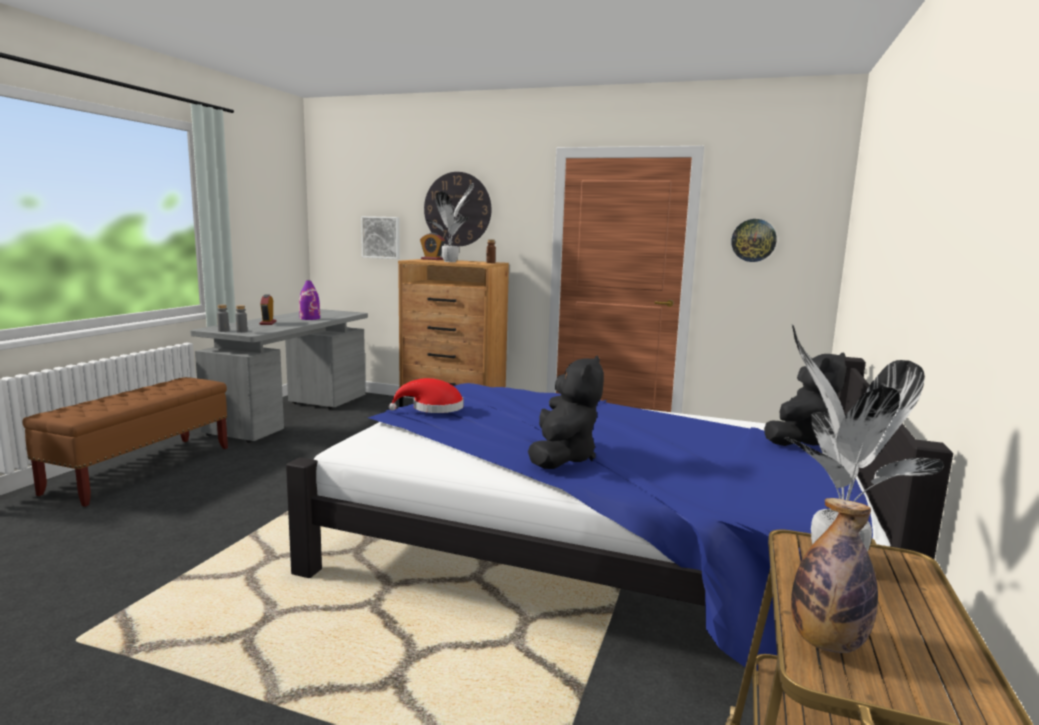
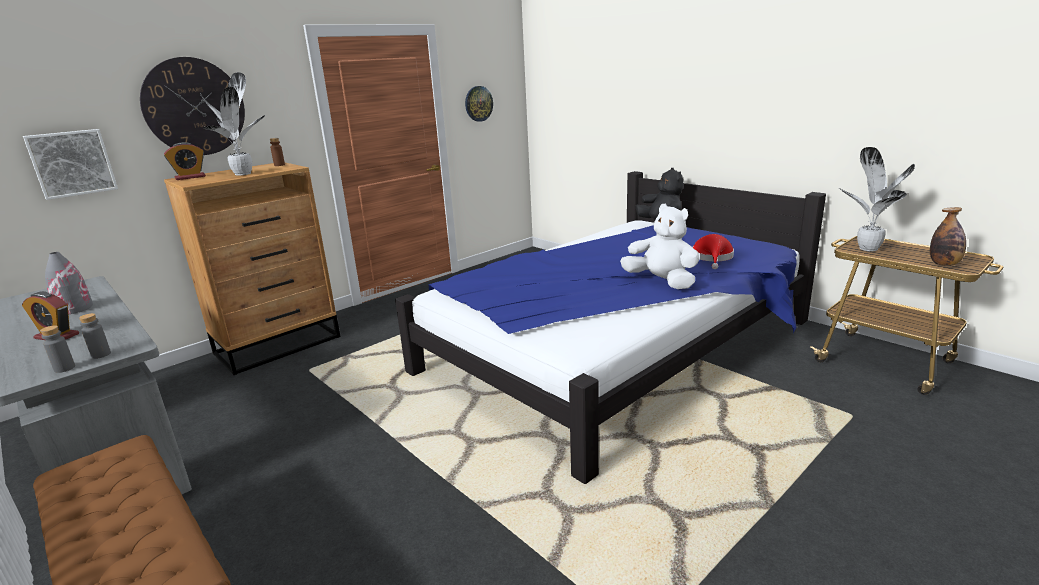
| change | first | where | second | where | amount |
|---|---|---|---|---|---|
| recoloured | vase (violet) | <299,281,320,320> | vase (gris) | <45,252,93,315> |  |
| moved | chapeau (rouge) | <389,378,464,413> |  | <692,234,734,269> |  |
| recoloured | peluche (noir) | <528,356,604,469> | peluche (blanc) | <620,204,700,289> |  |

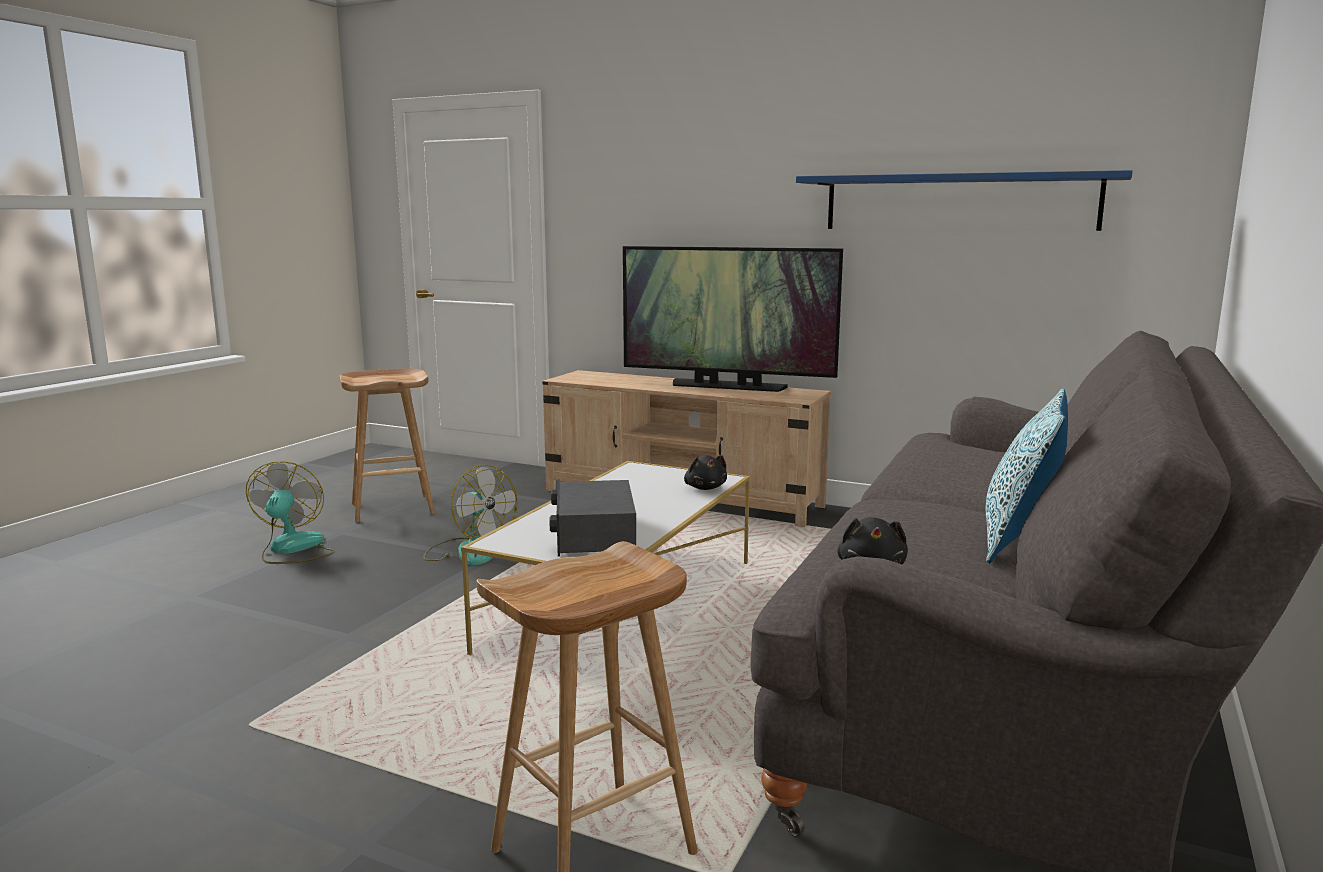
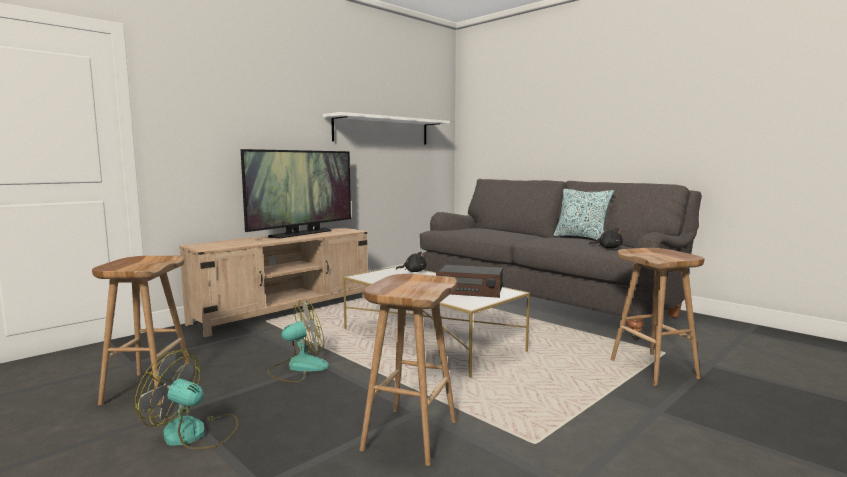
| change | first | where | second | where | amount |
|---|---|---|---|---|---|
| recoloured | étagère (bleu) | <796,170,1133,231> | étagère (blanc) | <323,112,450,145> |  |
| added |  |  | tabouret (marron) | <360,274,457,466> |  |

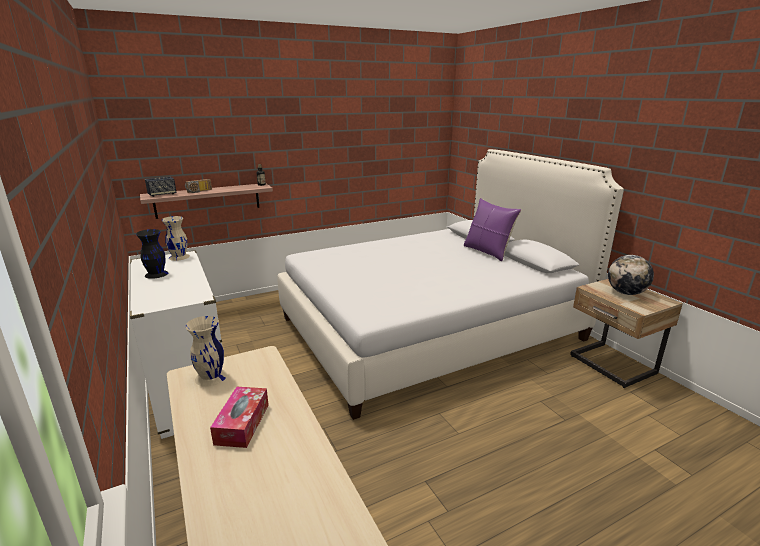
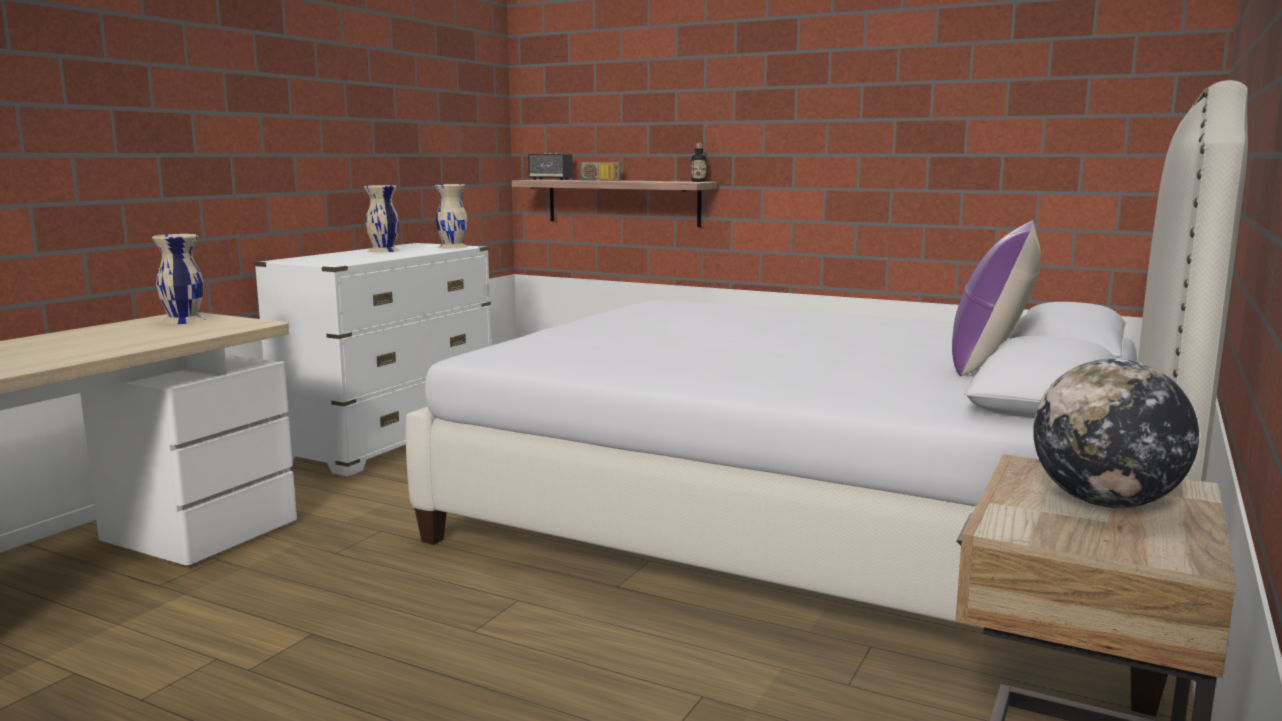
| change | first | where | second | where | amount |
|---|---|---|---|---|---|
| recoloured | vase (noir) | <136,229,168,279> | vase (beige) | <364,185,400,252> |  |
| removed | boîte à mouchoirs | <210,387,269,448> |  |  |  |

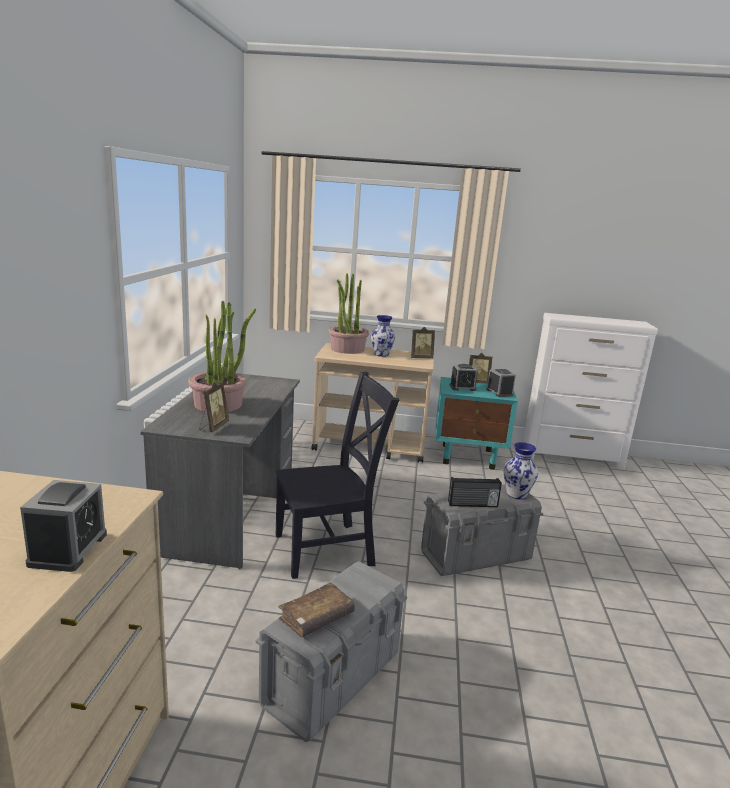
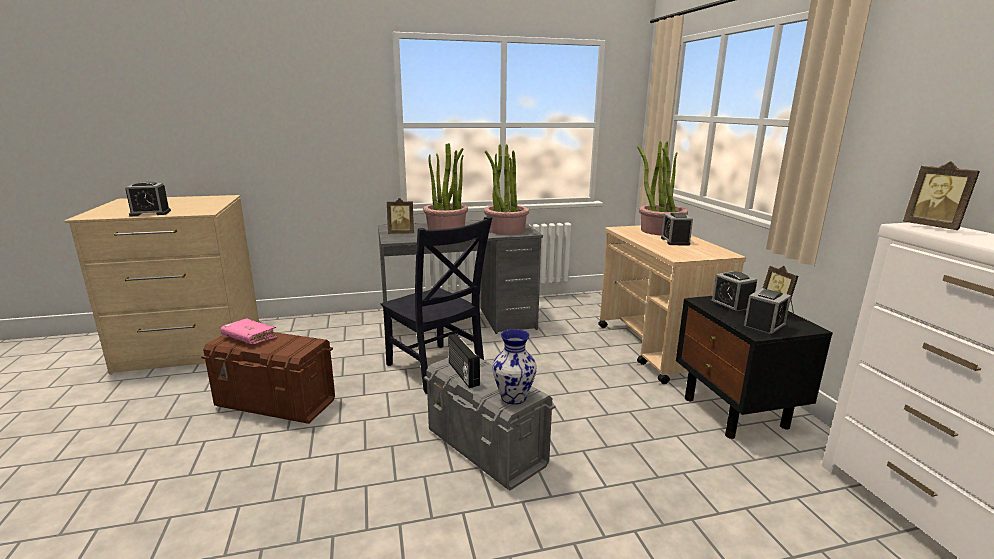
| change | first | where | second | where | amount |
|---|---|---|---|---|---|
| recoloured | boîte de rangement (gris) | <255,561,407,742> | boîte de rangement (marron) | <201,332,335,424> |  |
| recoloured | livre (marron) | <278,582,355,638> | livre (rose) | <221,319,277,344> |  |
| replaced | vase | <371,315,395,357> | réveil | <661,213,693,245> |  |
| moved | cadre photo | <411,327,435,358> |  | <903,161,980,230> |  |
| recoloured | table de chevet (turquoise) | <436,377,518,470> | table de chevet (noir) | <676,296,833,439> |  |
| added |  |  | plante en pot | <484,144,529,235> |  |

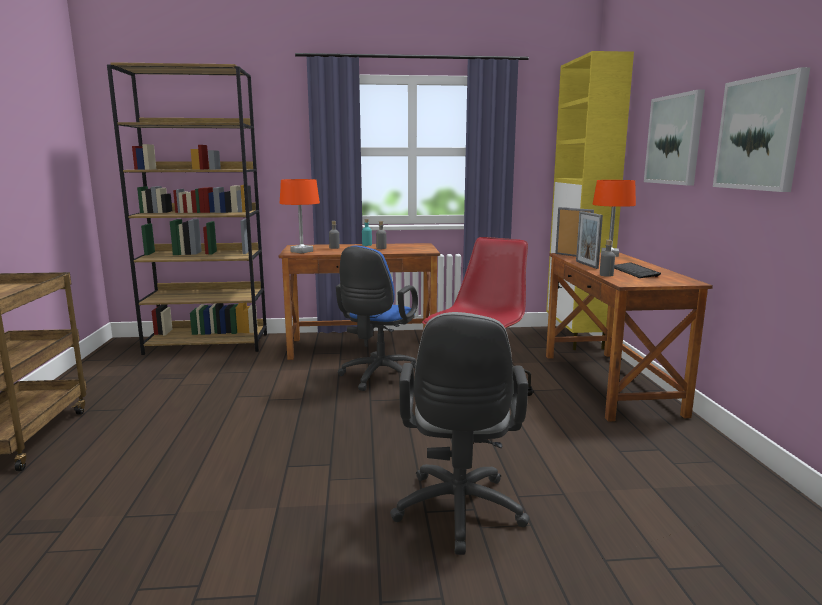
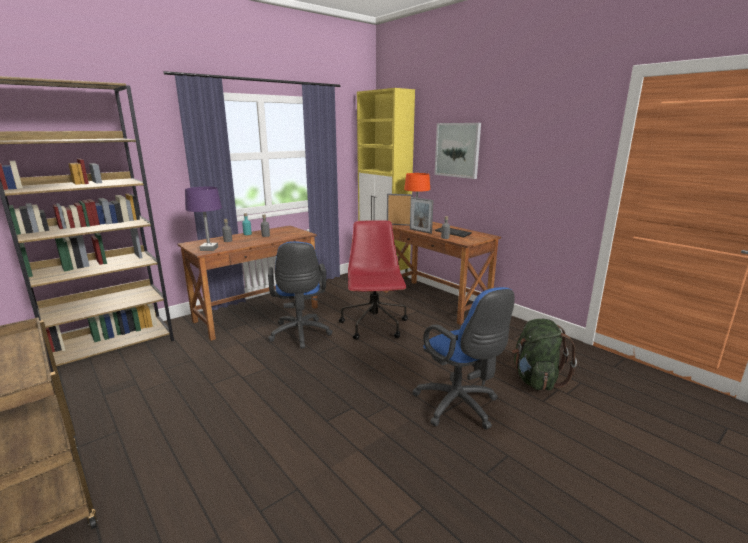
| change | first | where | second | where | amount |
|---|---|---|---|---|---|
| recoloured | lampe de table (orange) | <280,179,320,253> | lampe de table (violet) | <185,187,222,251> |  |
| recoloured | chaise de bureau (gris) | <390,312,530,555> | chaise de bureau (bleu) | <412,287,515,430> |  |
| removed | tableau | <713,67,810,192> |  |  |  |
| added |  |  | sac à dos (vert) | <512,319,577,391> |  |

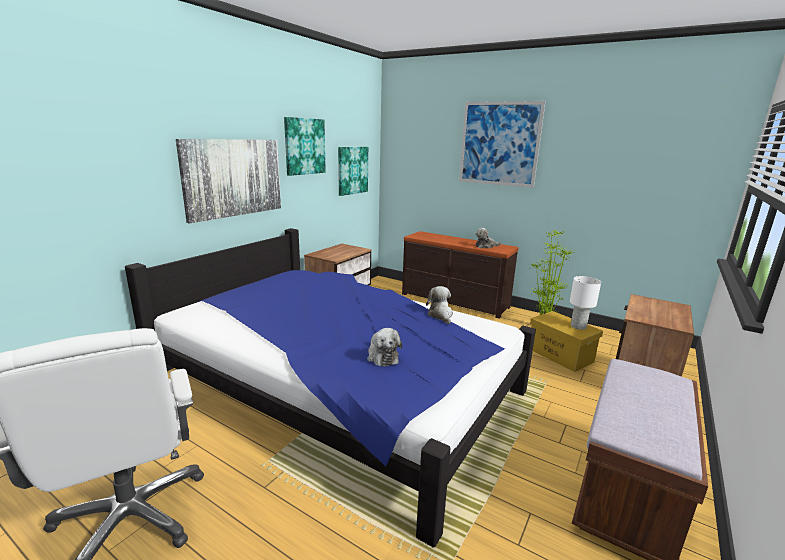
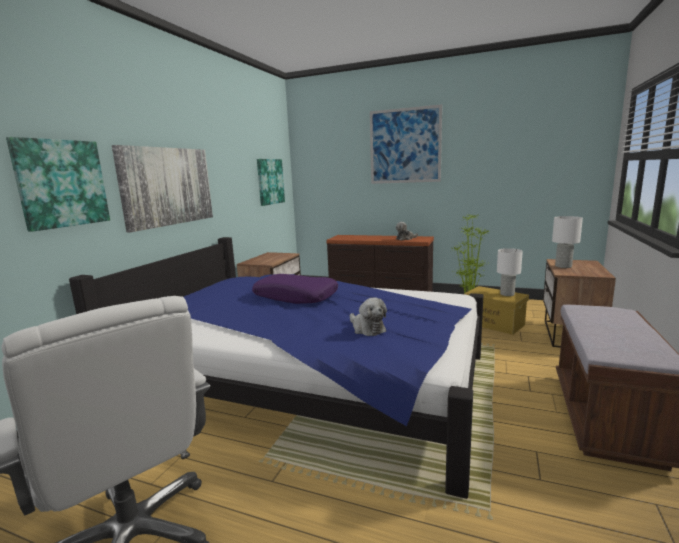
| change | first | where | second | where | amount |
|---|---|---|---|---|---|
| moved | tableau | <284,117,326,176> |  | <6,137,110,232> |  |
| removed | peluche | <426,286,453,324> |  |  |  |
| added |  |  | coussin (violet) | <252,274,338,304> |  |
| added |  |  | lampe de table (blanc) | <552,216,583,268> |  |

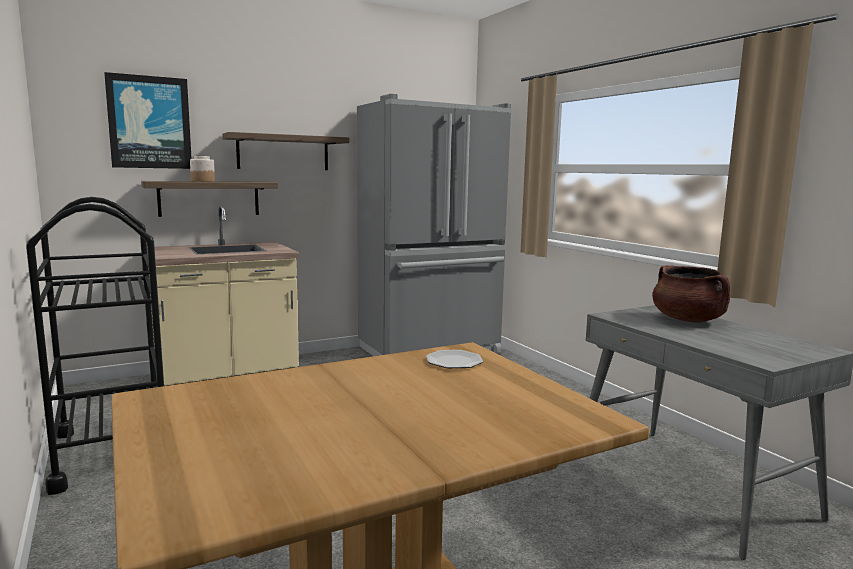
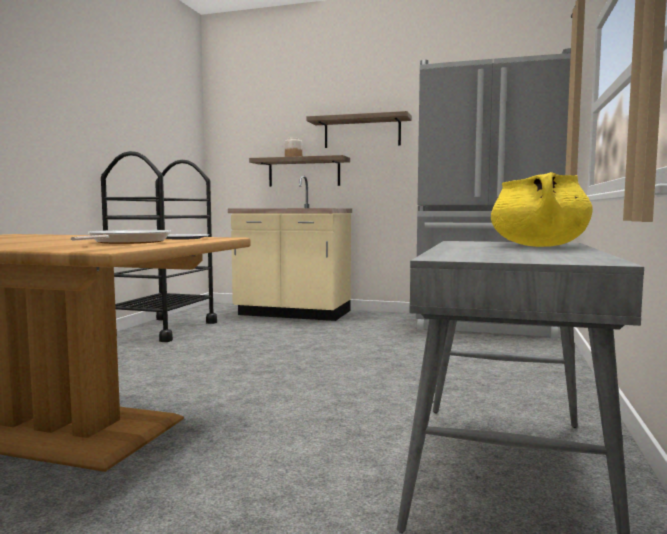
| change | first | where | second | where | amount |
|---|---|---|---|---|---|
| removed | tableau | <104,72,192,169> |  |  |  |
| recoloured | marmite (marron) | <652,265,730,323> | marmite (jaune) | <491,172,593,247> |  |
| added |  |  | poêle | <71,230,171,244> |  |

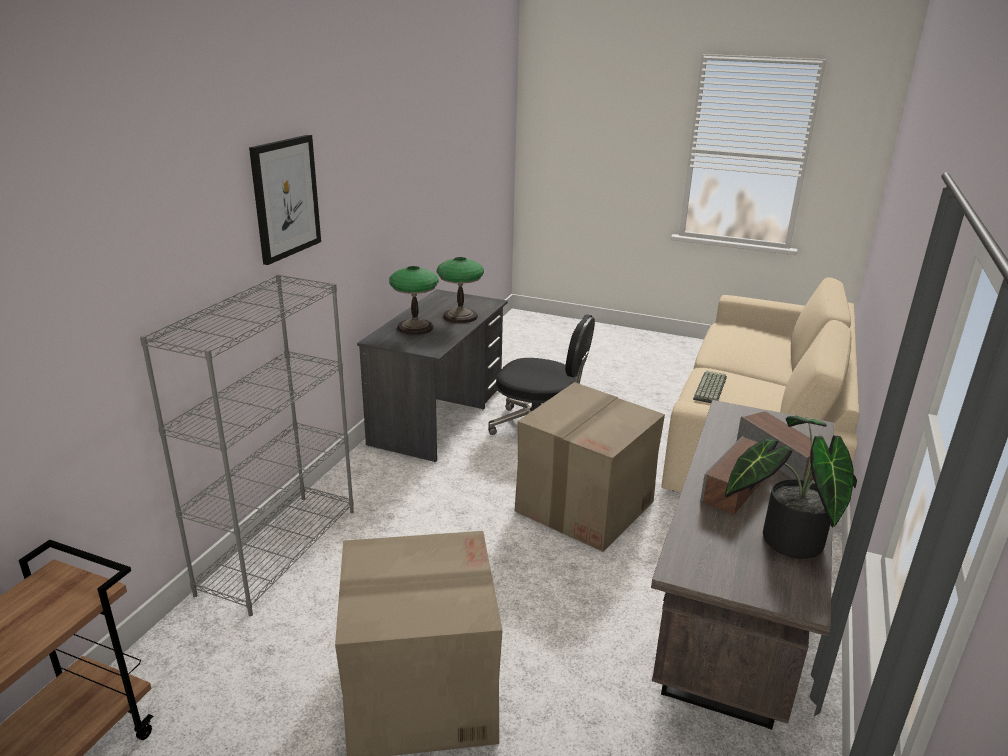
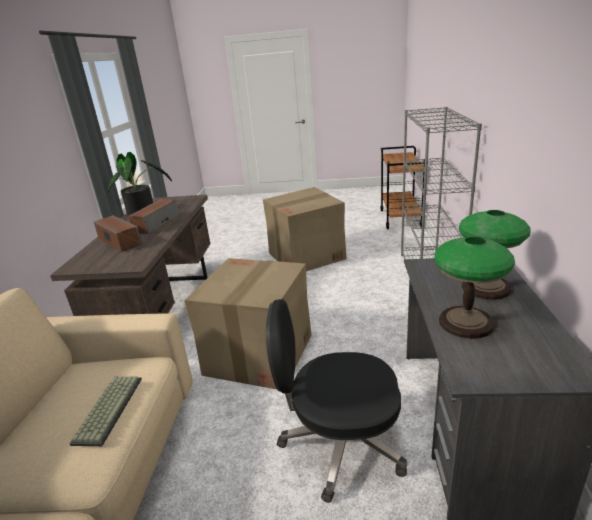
| change | first | where | second | where | amount |
|---|---|---|---|---|---|
| removed | tableau | <249,135,321,265> |  |  |  |

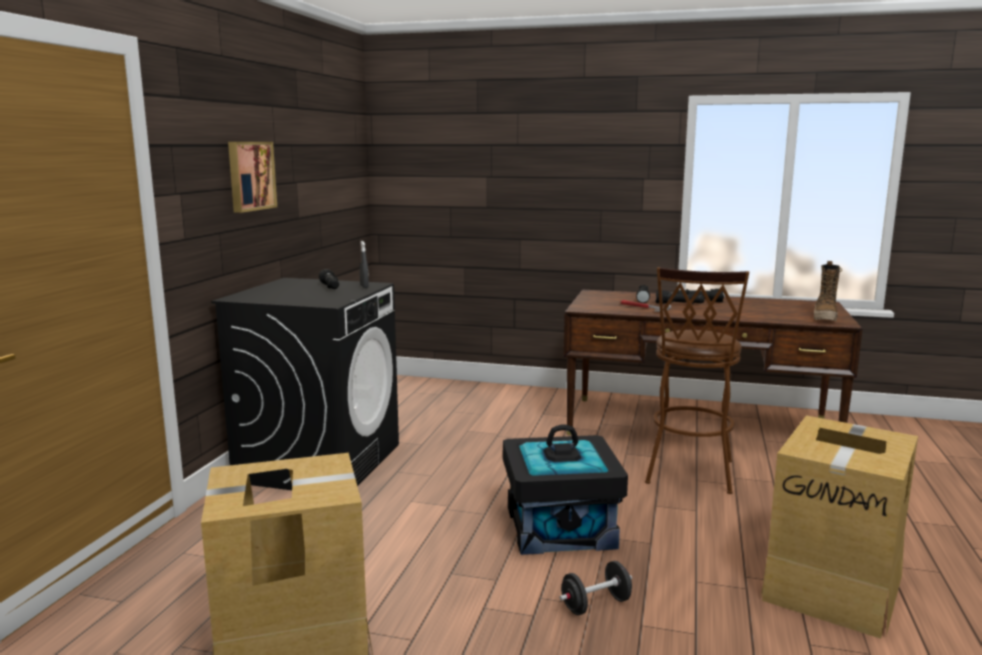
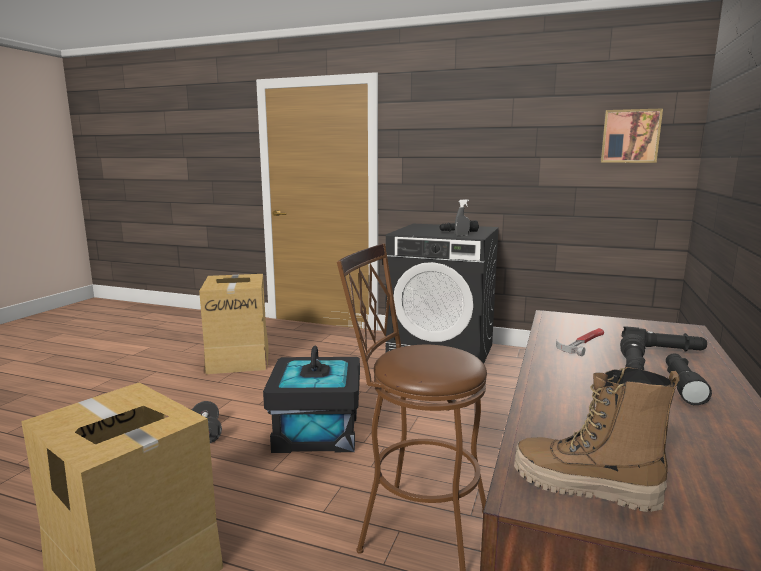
| change | first | where | second | where | amount |
|---|---|---|---|---|---|
| moved | tableau | <228,142,277,213> |  | <601,108,663,163> |  |

